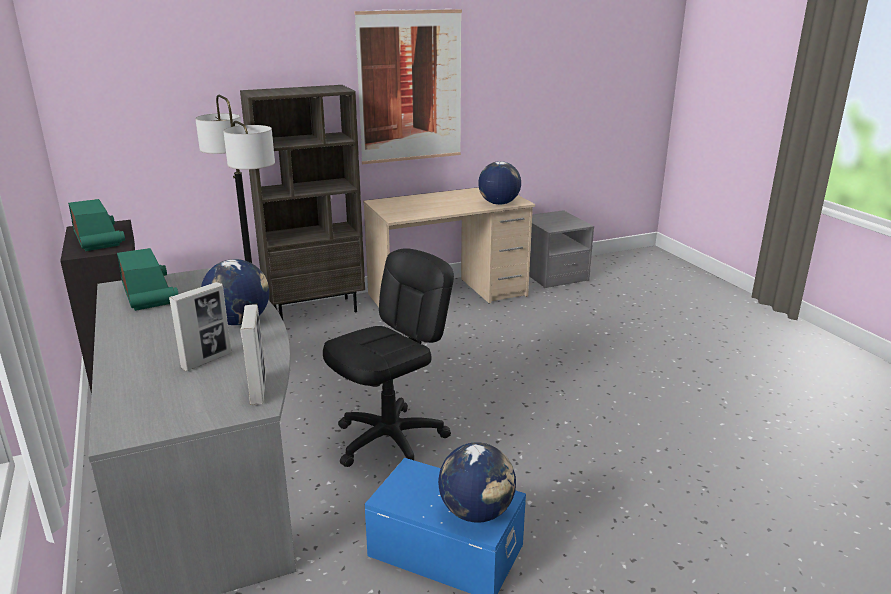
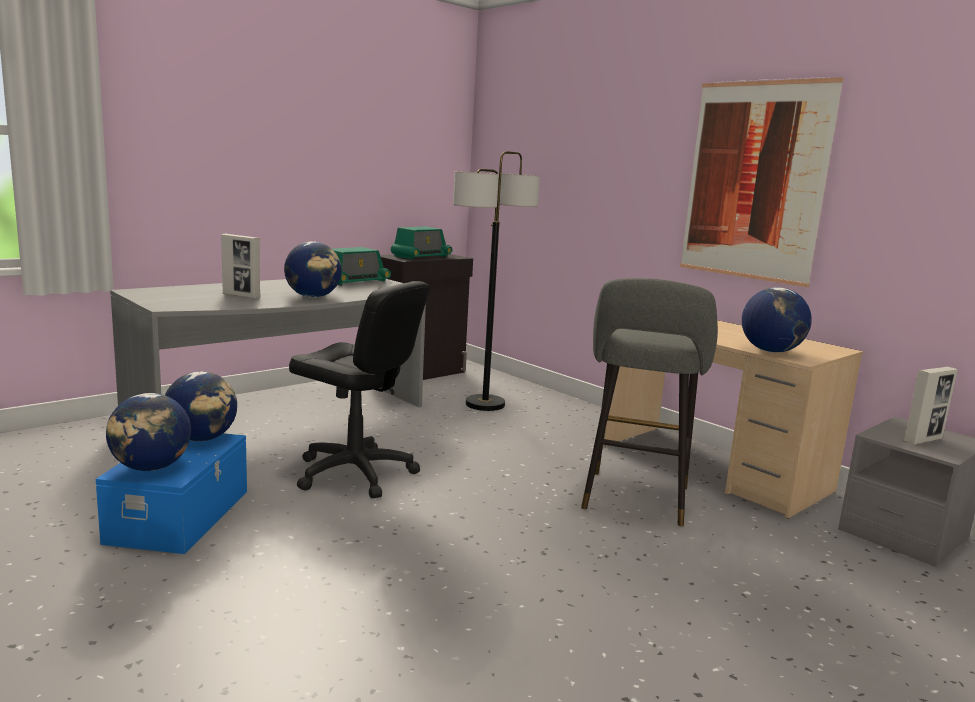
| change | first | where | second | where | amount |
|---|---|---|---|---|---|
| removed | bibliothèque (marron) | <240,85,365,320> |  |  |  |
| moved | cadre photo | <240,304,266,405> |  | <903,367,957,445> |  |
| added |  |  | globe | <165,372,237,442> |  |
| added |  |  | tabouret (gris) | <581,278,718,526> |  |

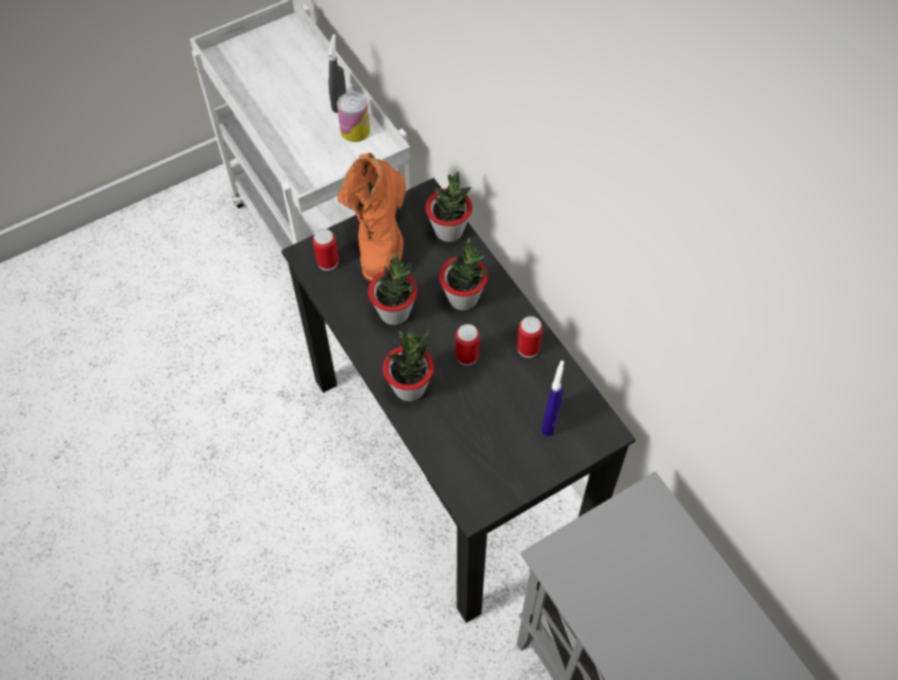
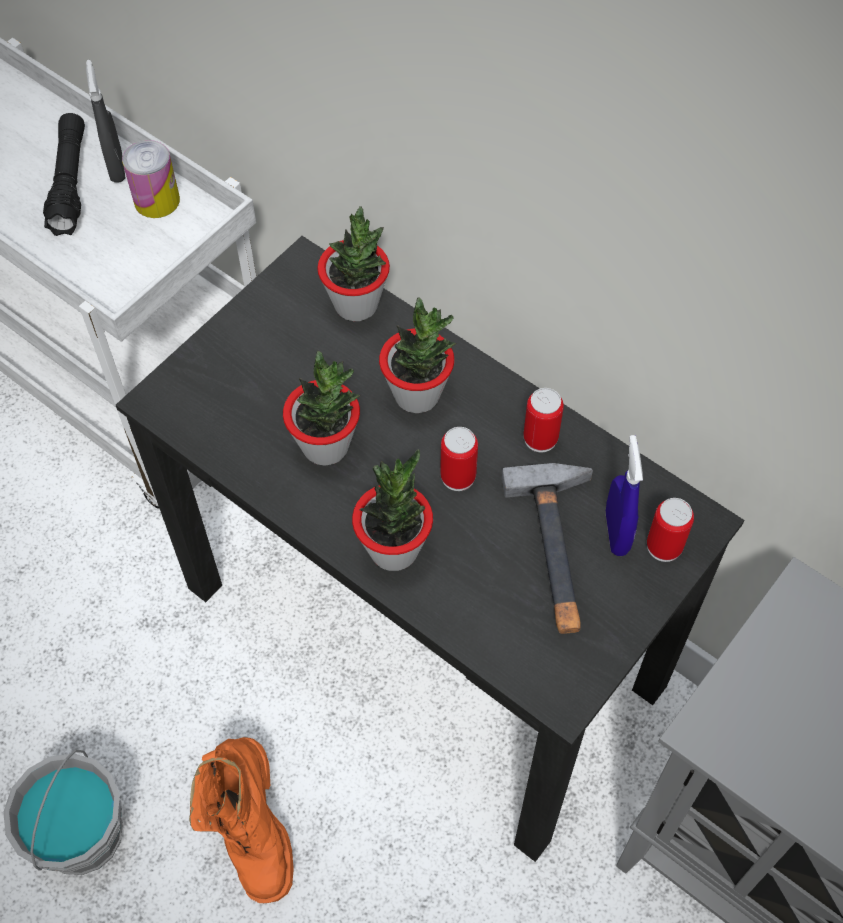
| change | first | where | second | where | amount |
|---|---|---|---|---|---|
| moved | boîte métallique | <313,229,339,271> |  | <647,498,694,562> |  |
| moved | botte (orange) | <338,153,406,281> |  | <189,737,294,903> |  |
| added |  |  | seau (gris) | <3,750,123,875> |  |
| added |  |  | lampe de poche (noir) | <43,113,85,236> |  |
| added |  |  | marteau | <502,463,593,634> |  |

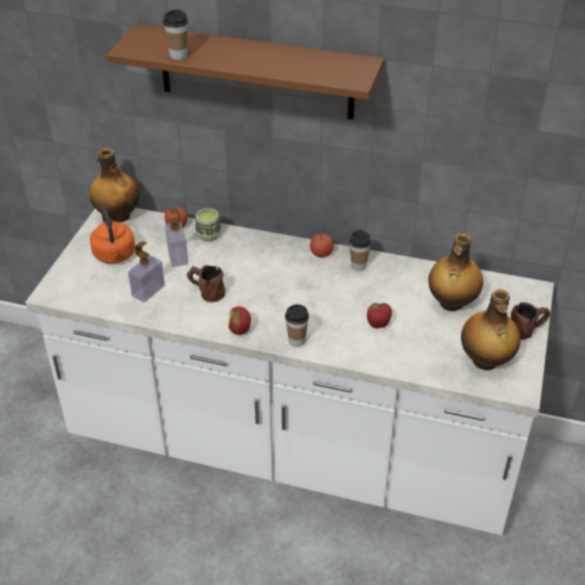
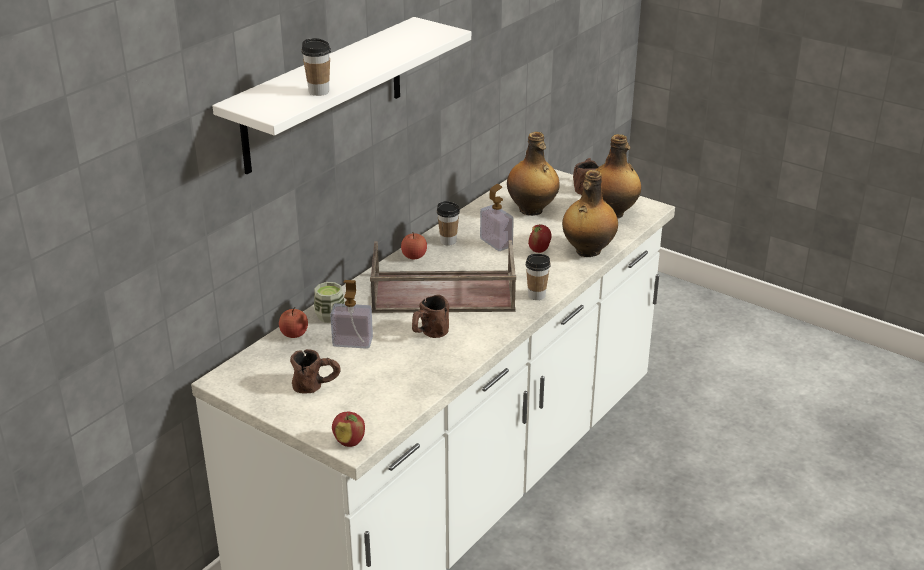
| change | first | where | second | where | amount |
|---|---|---|---|---|---|
| moved | bouteille | <89,148,139,222> |  | <562,170,618,257> |  |
| replaced | bouilloire (orange) | <90,207,135,263> | mug (marron) | <290,349,341,394> |  |
| recoloured | étagère (marron) | <107,25,384,120> | étagère (blanc) | <213,17,471,174> |  |
| moved | distributeur de savon | <128,241,165,302> |  | <480,184,514,251> |  |
| moved | pomme | <228,307,251,335> |  | <332,412,365,447> |  |
| added |  |  | plateau (marron) | <370,240,516,313> |  |

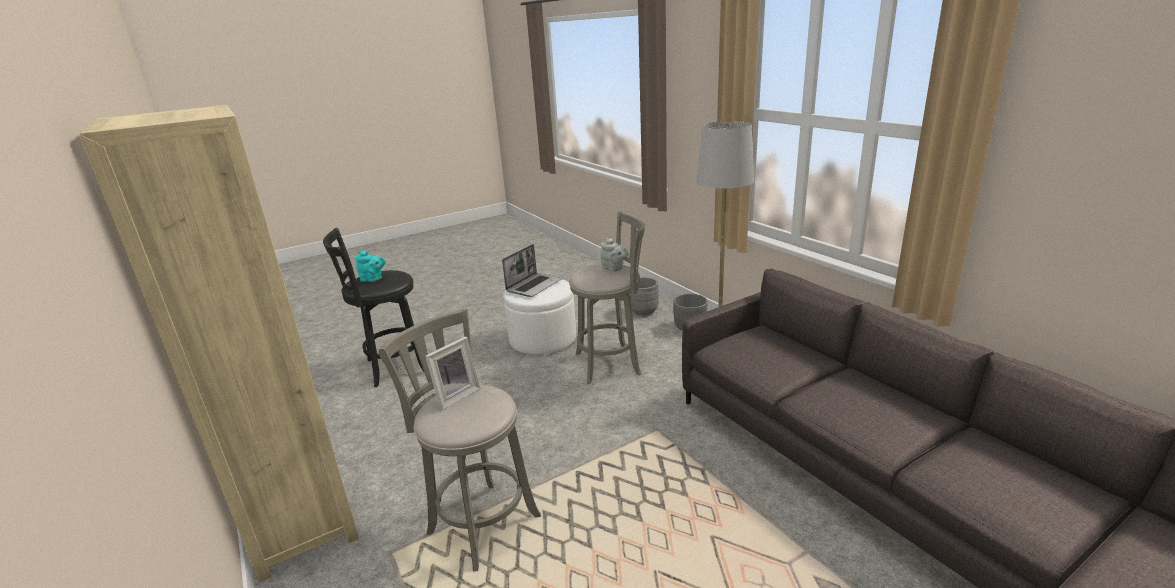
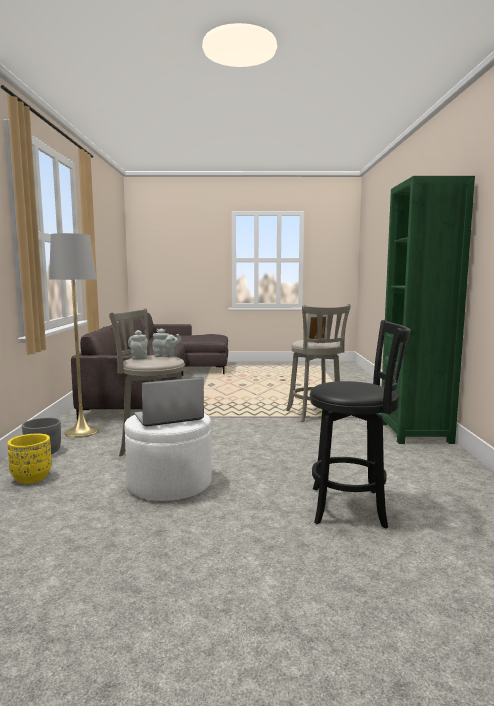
| change | first | where | second | where | amount |
|---|---|---|---|---|---|
| recoloured | bibliothèque (beige) | <79,105,359,583> | bibliothèque (vert) | <380,176,475,444> |  |
| removed | théière (turquoise) | <355,251,386,282> |  |  |  |
| recoloured | cache-pot (gris) | <629,277,659,316> | cache-pot (jaune) | <7,433,52,484> |  |
| added |  |  | théière (gris) | <152,328,181,357> |  |

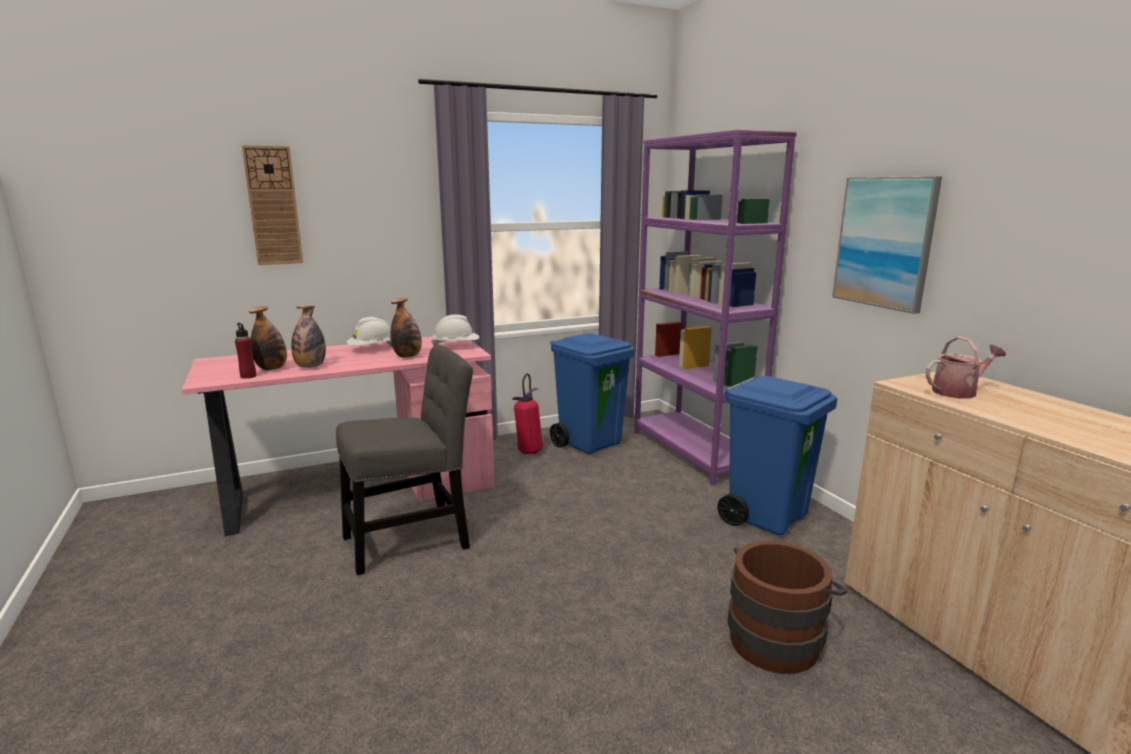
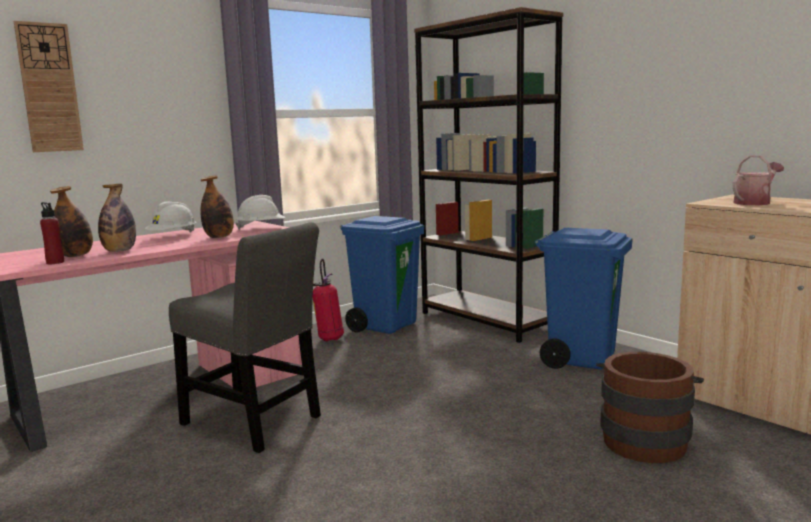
| change | first | where | second | where | amount |
|---|---|---|---|---|---|
| turned | chaise (gris) | <336,344,473,575> |  | <169,222,321,453> | 75 degrees clockwise |
| recoloured | bibliothèque (violet) | <634,129,797,485> | bibliothèque (marron) | <414,7,563,343> |  |
| removed | tableau | <832,176,942,314> |  |  |  |

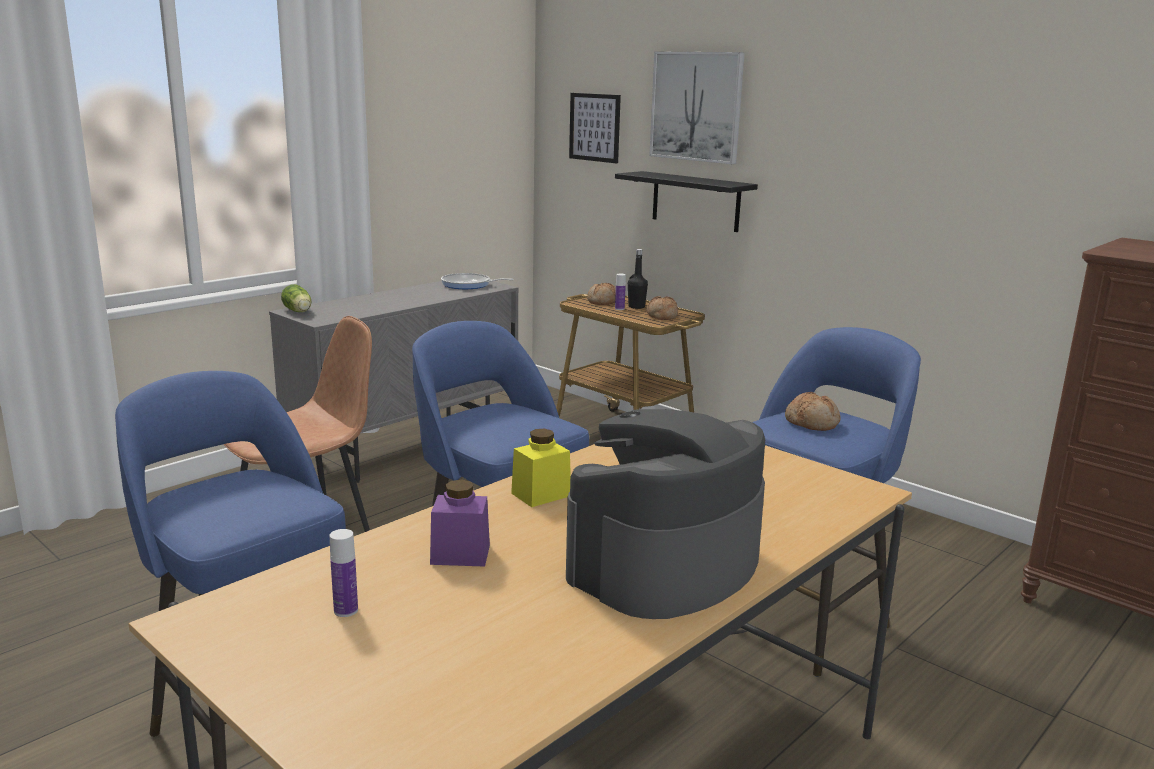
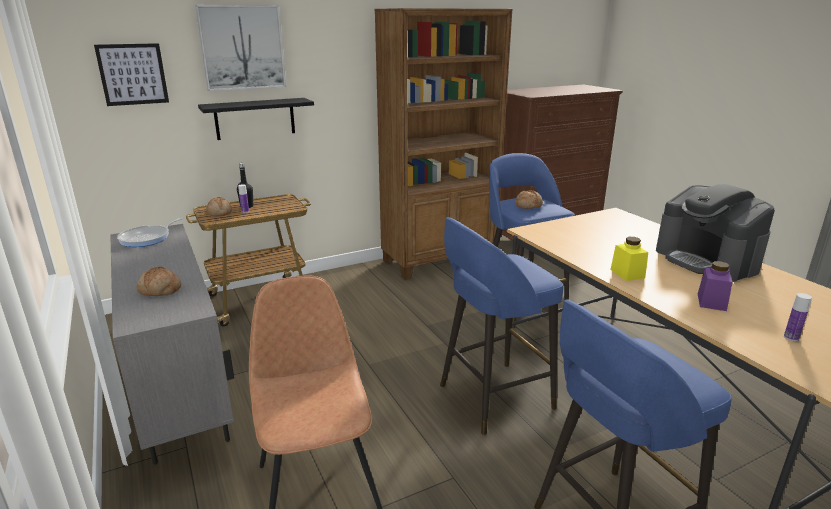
| change | first | where | second | where | amount |
|---|---|---|---|---|---|
| removed | laitue | <281,284,312,312> |  |  |  |
| moved | pain | <646,296,678,320> |  | <136,266,181,296> |  |
| added |  |  | bibliothèque (marron) | <374,8,512,280> |  |

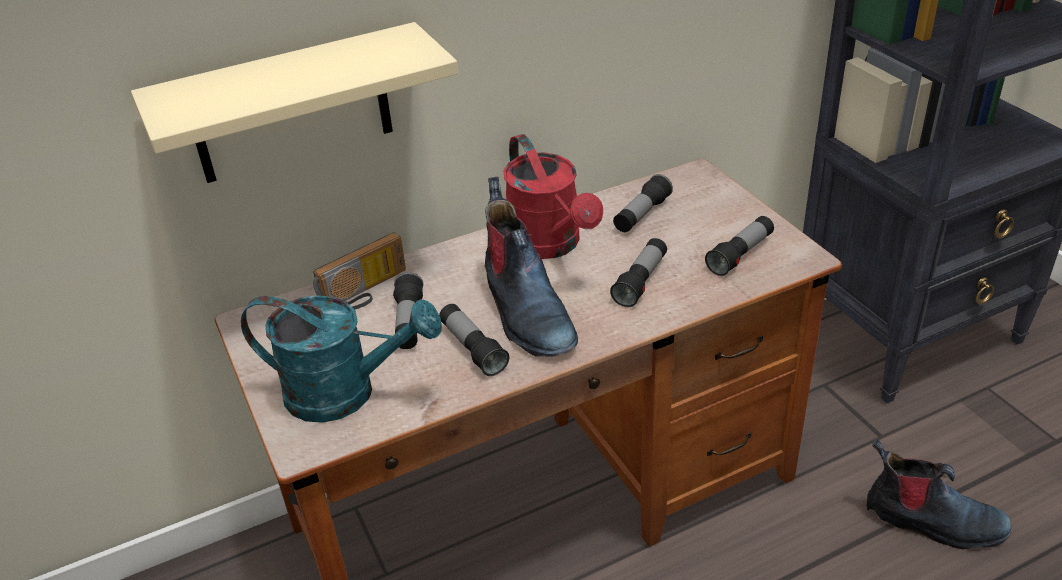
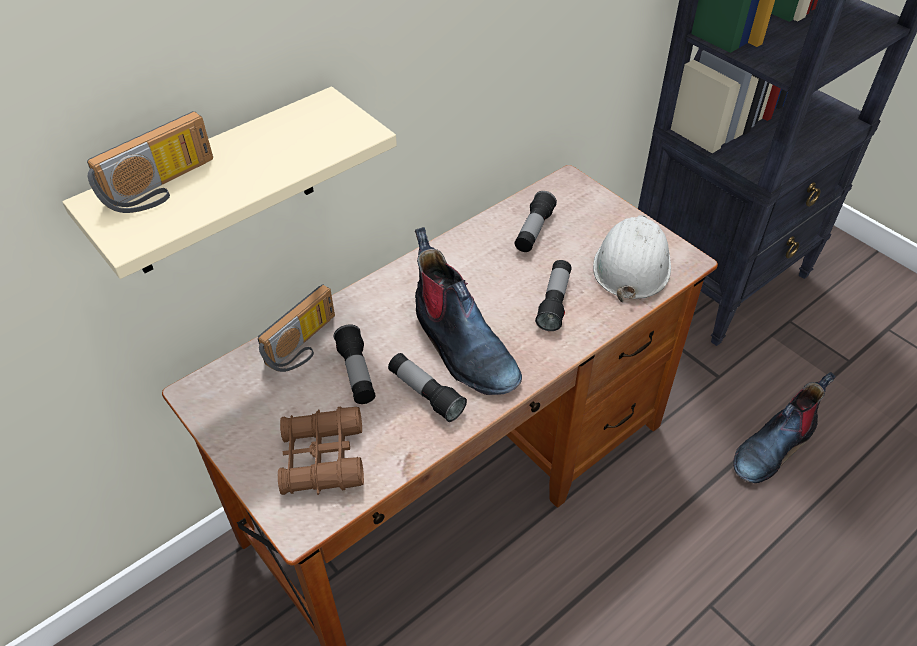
| change | first | where | second | where | amount |
|---|---|---|---|---|---|
| replaced | arrosoir (turquoise) | <241,295,442,423> | jumelles (marron) | <278,407,364,495> |  |
| removed | arrosoir (rouge) | <504,134,603,259> |  |  |  |
| replaced | lampe de poche | <705,216,774,276> | casque de chantier (blanc) | <593,215,671,302> |  |
| turned | botte | <867,438,1012,549> |  | <733,372,836,483> | 135 degrees clockwise |
| added |  |  | radio | <87,111,213,213> |  |

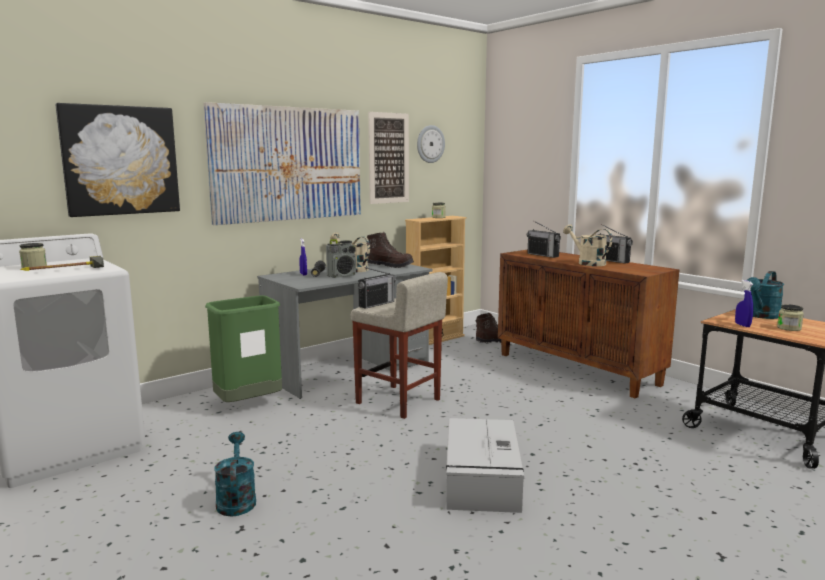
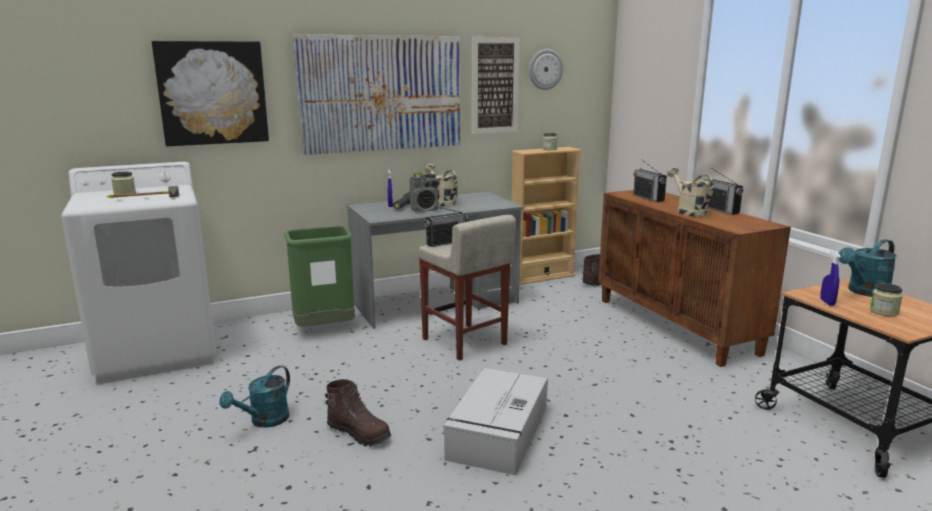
| change | first | where | second | where | amount |
|---|---|---|---|---|---|
| turned | arrosoir (turquoise) | <214,432,256,516> |  | <220,366,290,428> | 150 degrees counterclockwise |
| moved | botte (marron) | <367,232,414,268> |  | <325,379,391,447> |  |

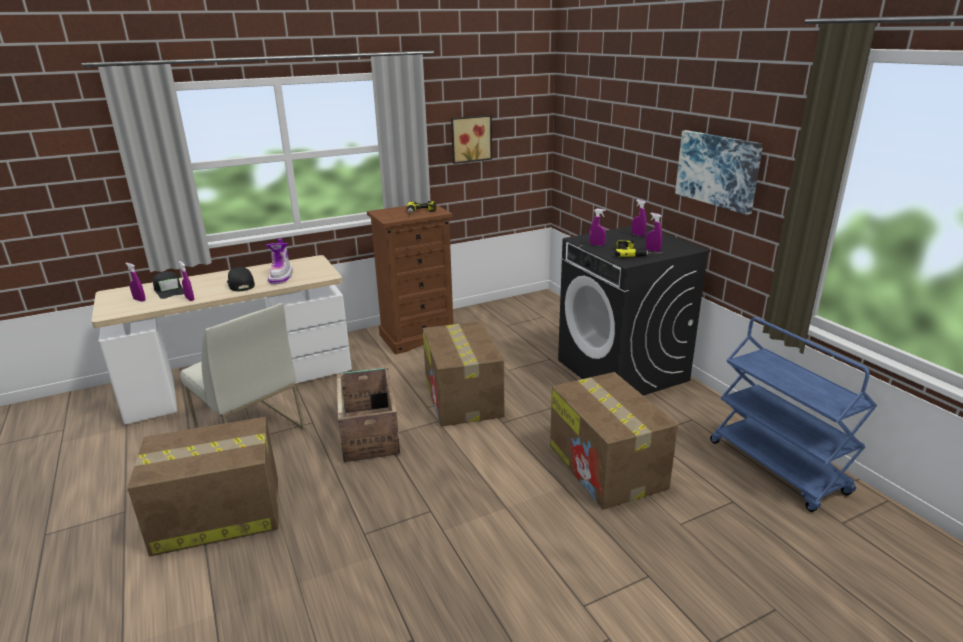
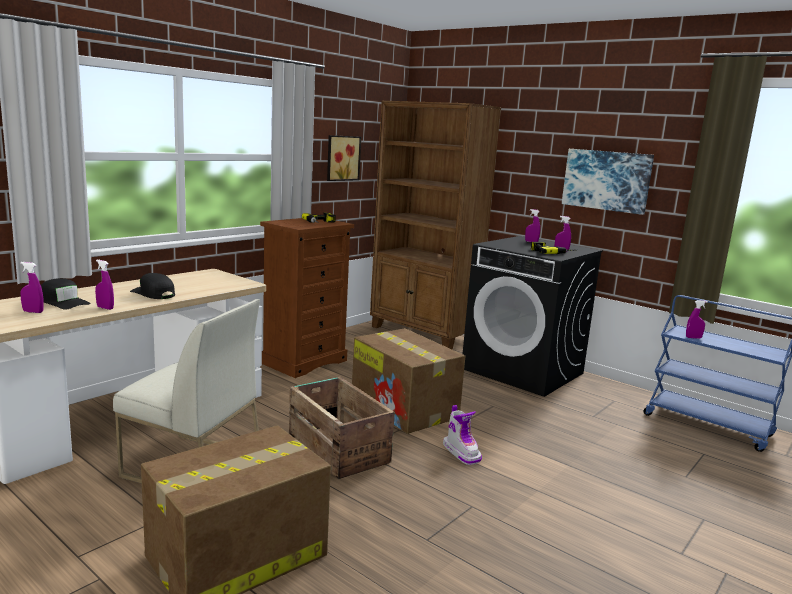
| change | first | where | second | where | amount |
|---|---|---|---|---|---|
| moved | botte | <266,238,293,284> |  | <443,405,482,465> |  |
| removed | carton | <550,372,678,509> |  |  |  |
| moved | vaporisateur (violet) | <590,209,606,246> |  | <686,300,708,339> |  |
| added |  |  | bibliothèque (marron) | <370,101,501,350> |  |

